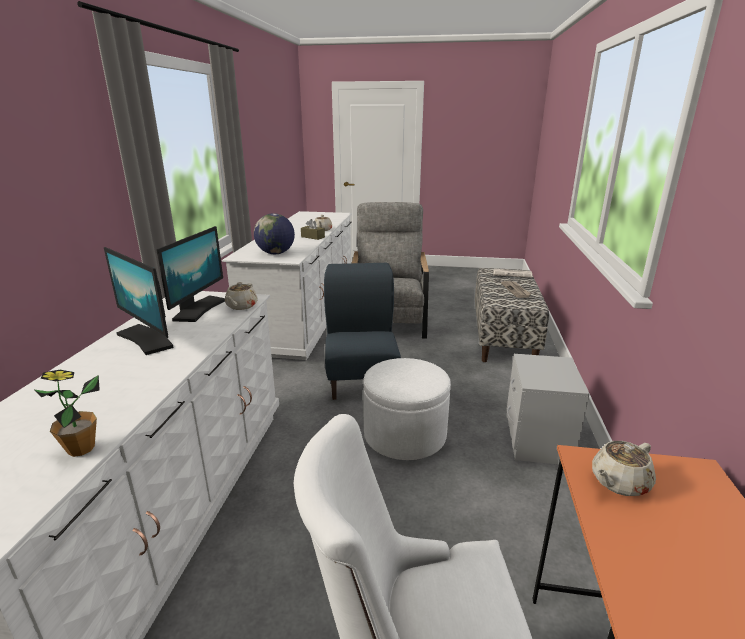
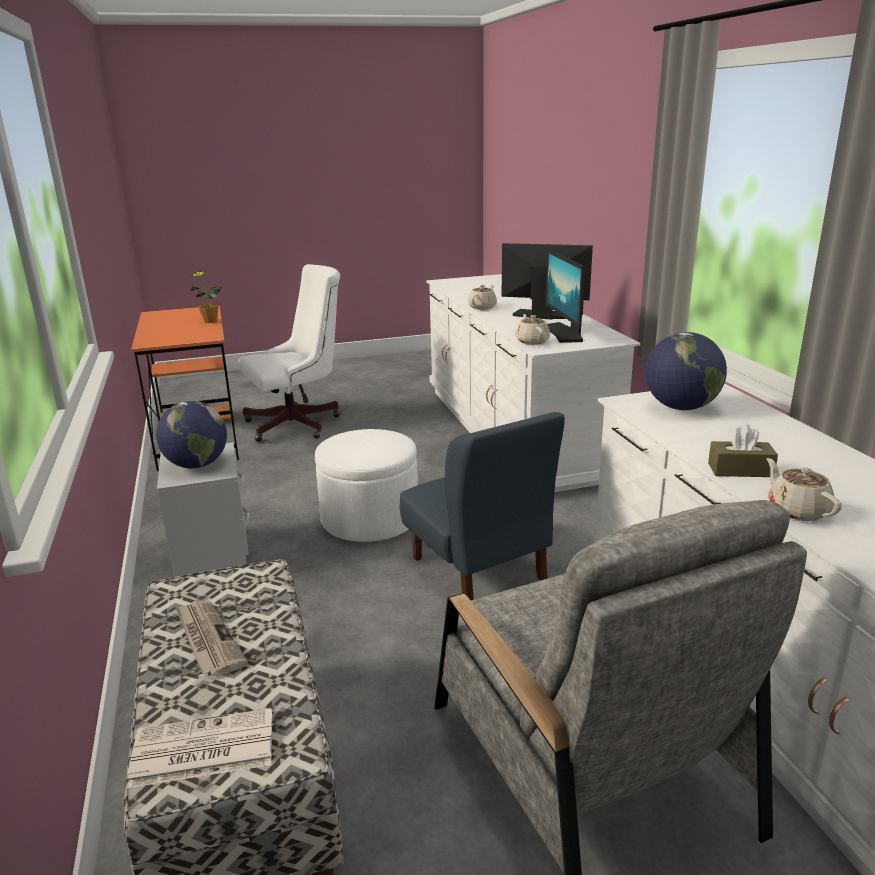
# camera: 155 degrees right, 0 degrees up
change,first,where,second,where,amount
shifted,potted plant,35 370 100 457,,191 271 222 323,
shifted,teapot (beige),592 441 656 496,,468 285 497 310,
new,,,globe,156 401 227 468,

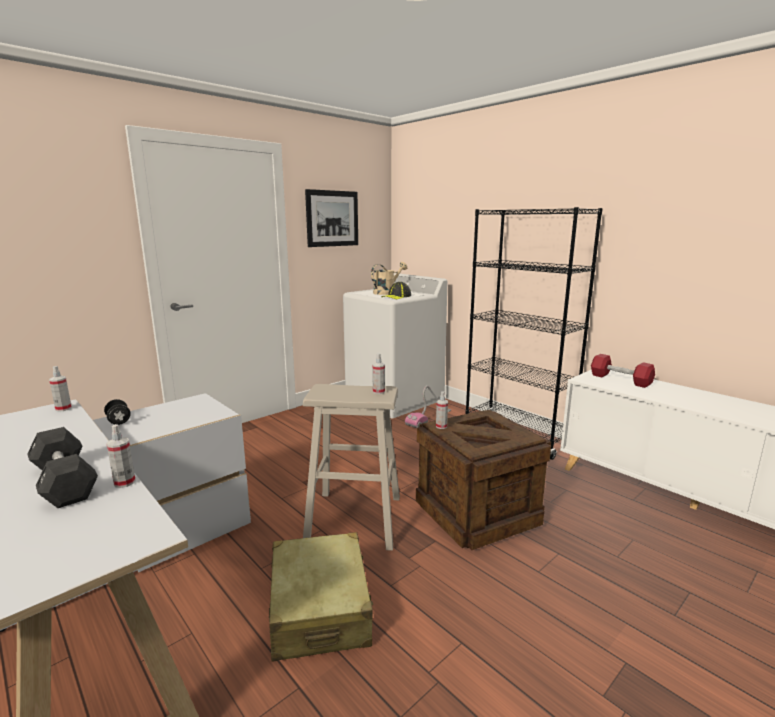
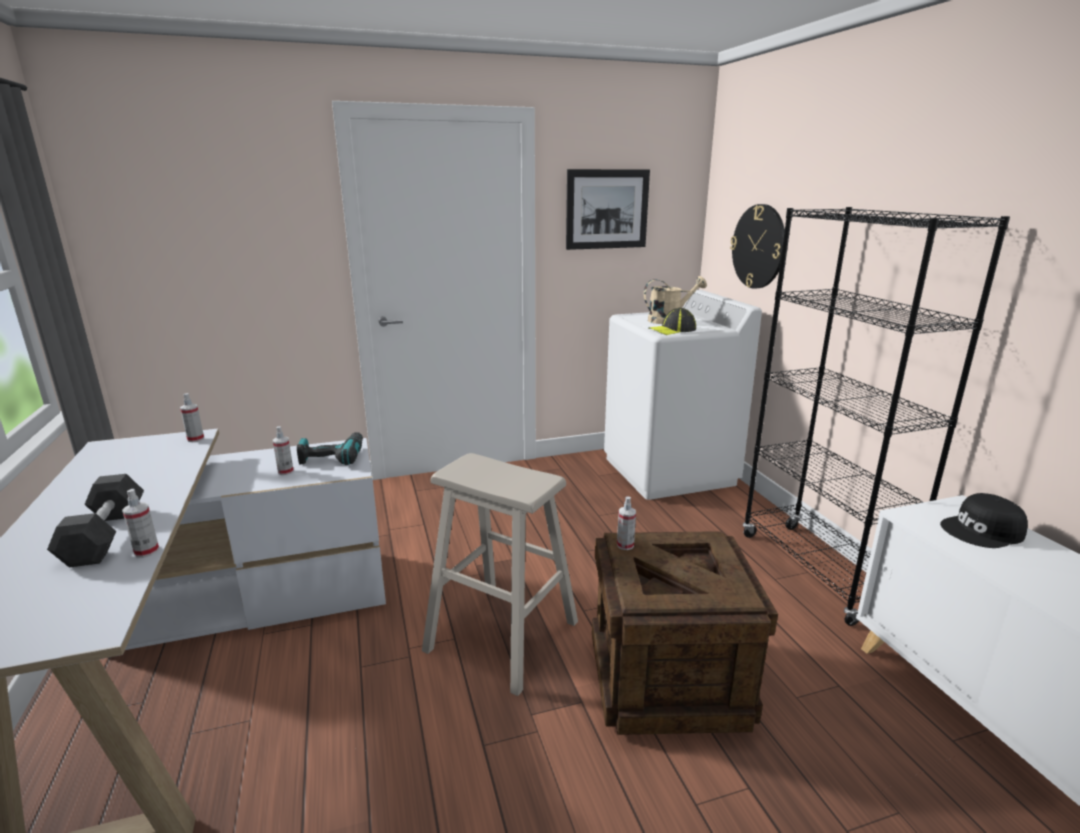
# camera: 25 degrees right, 5 degrees up
change,first,where,second,where,amount
shifted,spray bottle,372 353 385 394,,273 426 294 475,
swapped,dumbbell (red),591 354 655 388,cap (black),940 493 1028 548,
gone,vacuum cleaner,405 385 451 428,,,
gone,dumbbell (black),104 399 131 425,,,
gone,suitcase (beige),269 532 373 662,,,
new,,,wall clock,730 204 785 289,
new,,,power drill,297 432 363 465,

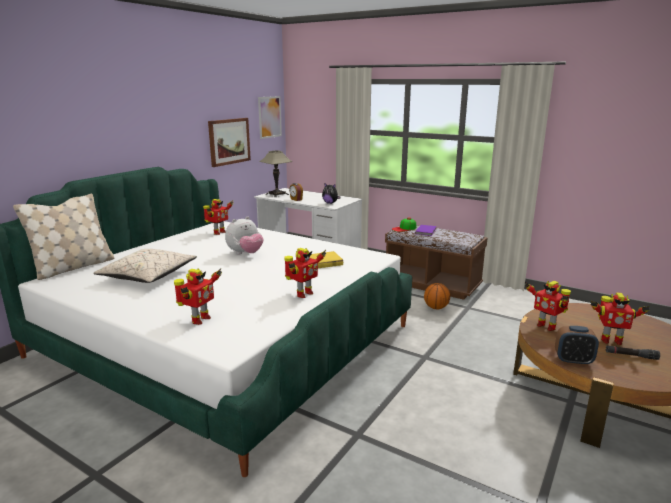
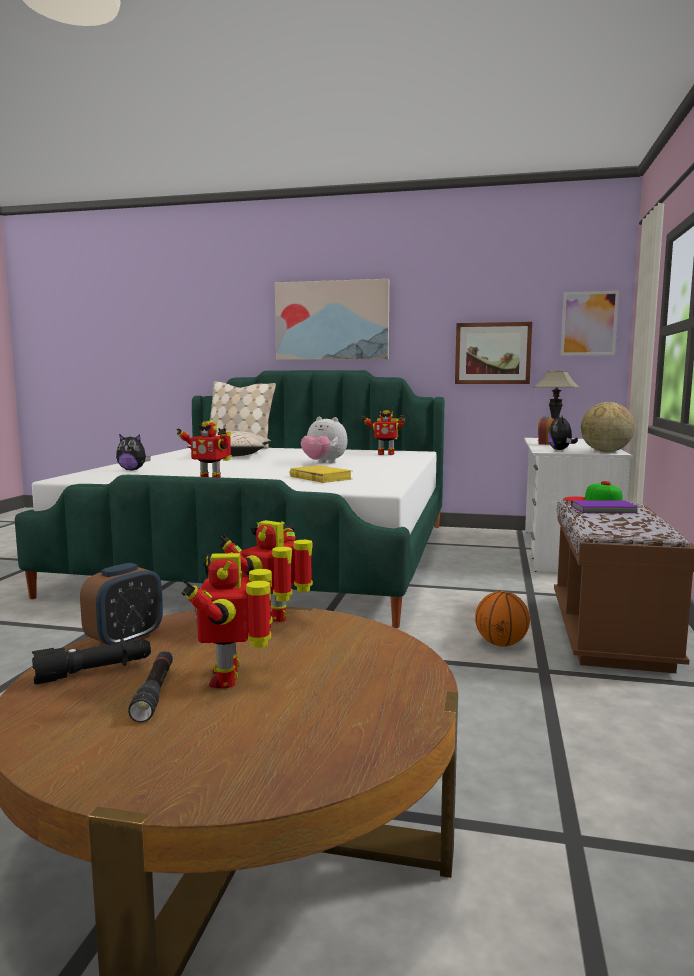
# camera: 70 degrees right, 10 degrees down
change,first,where,second,where,amount
swapped,toy robot,174 268 222 325,plush toy,116 434 151 471,
rotated,alarm clock,555 326 599 366,,80 563 163 645,135 degrees counterclockwise
new,,,picture,275 279 389 360,
new,,,globe,581 402 635 452,
new,,,flashlight (black),32 639 151 685,

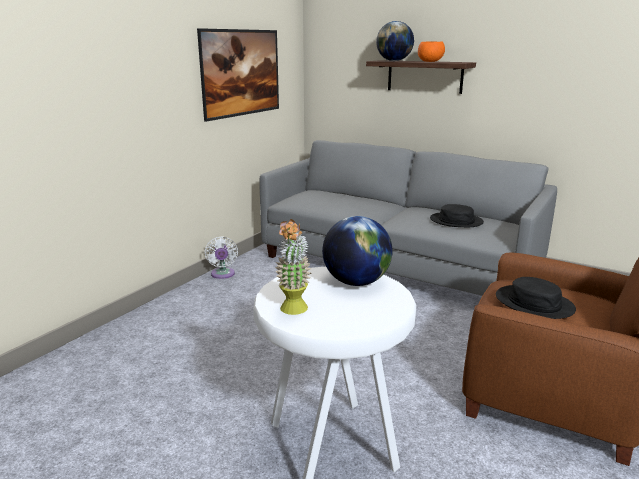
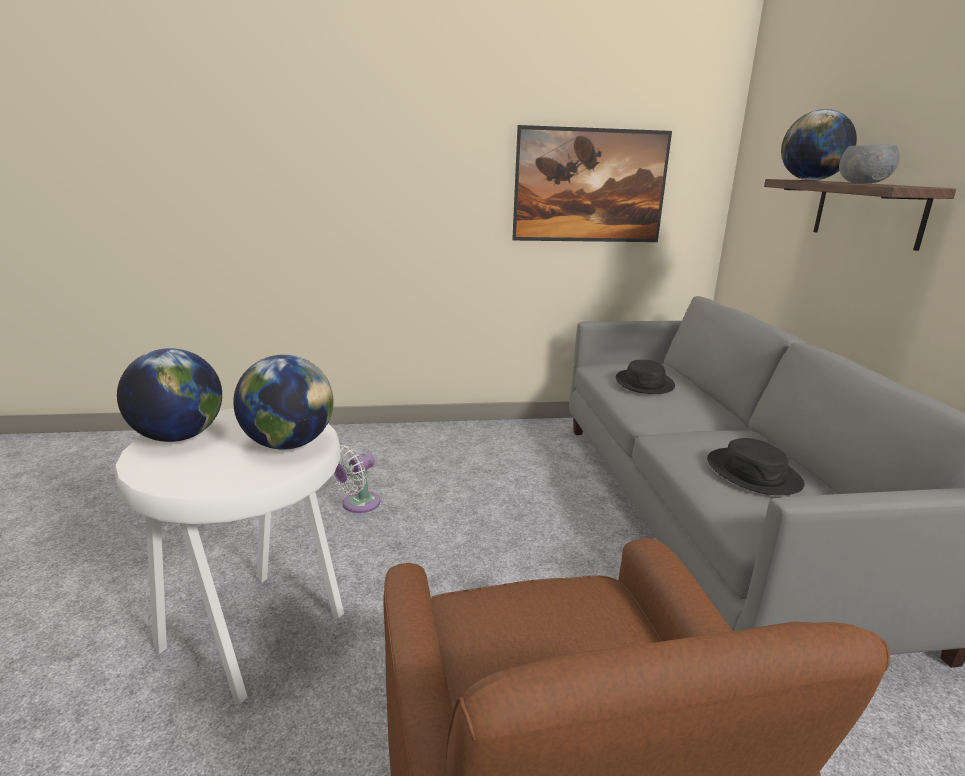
# camera: 50 degrees right, 0 degrees up
change,first,where,second,where,amount
repainted,bowl (orange),418 41 445 62,bowl (grey),839 145 900 183,
swapped,potted plant,275 219 312 315,globe,117 348 222 442,
shifted,fan (white),205 236 238 279,,330 445 380 513,
shifted,hat (black),496 277 576 319,,616 360 675 394,

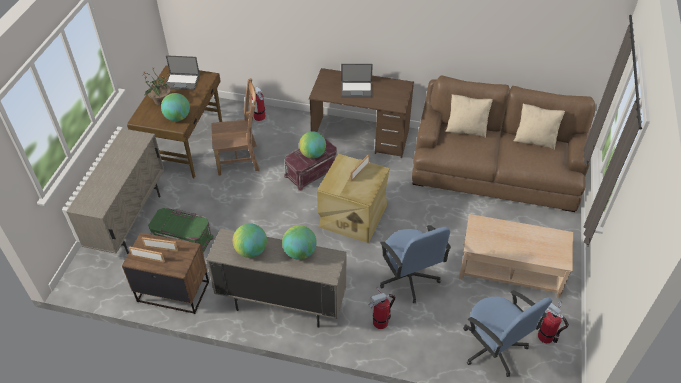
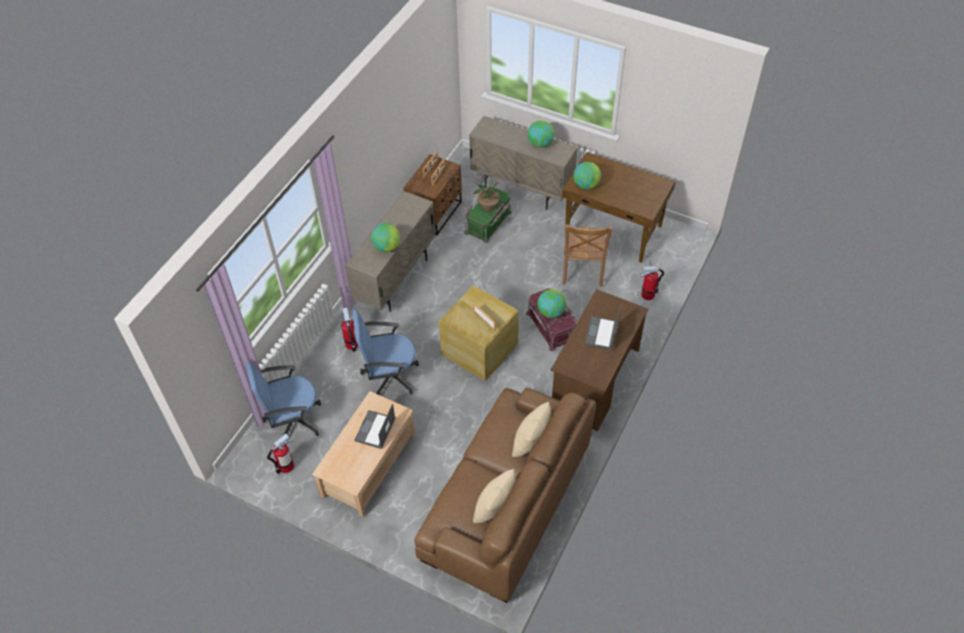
# camera: 105 degrees right, 5 degrees up
change,first,where,second,where,amount
shifted,laptop,165 55 200 90,,354 404 395 449,
shifted,potted plant,144 67 171 105,,473 175 502 211,
shifted,globe,233 223 267 258,,528 121 554 148,

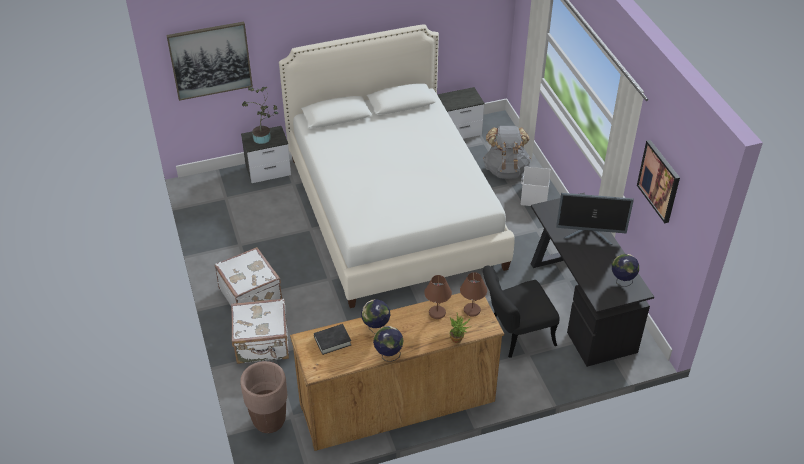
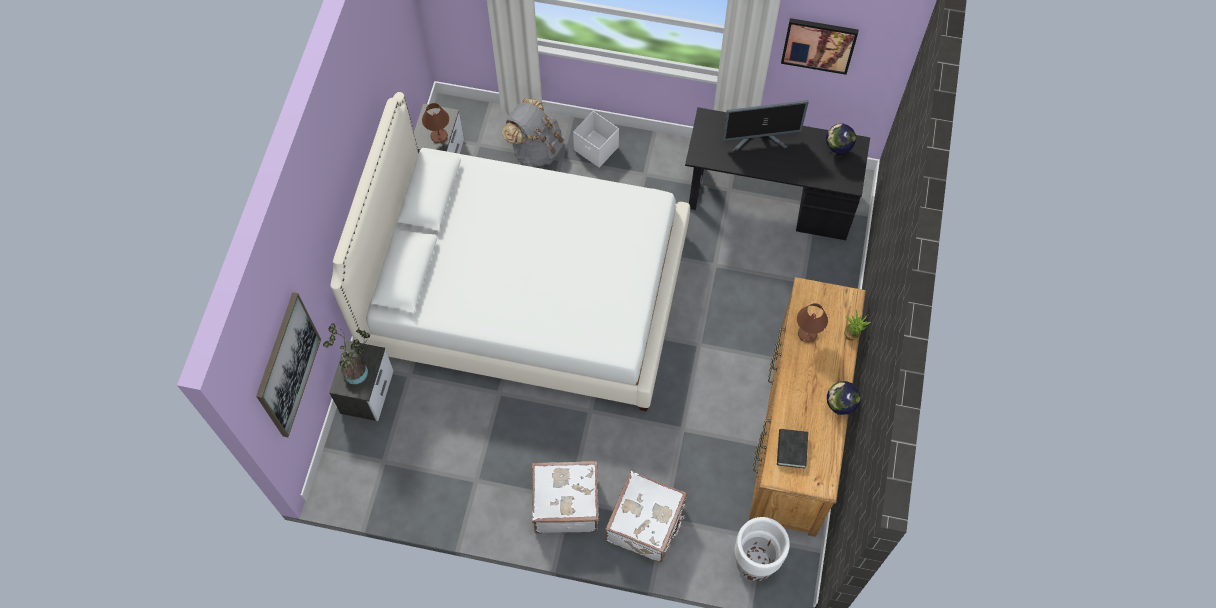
# camera: 60 degrees left, 20 degrees up
change,first,where,second,where,amount
rotated,monitor,556 193 634 245,,723 100 809 151,45 degrees clockwise
gone,chair (black),483 266 560 358,,,
shifted,table lamp (brown),460 272 487 317,,422 103 449 143,
gone,globe,361 299 390 334,,,
repainted,planter (brown),240 361 287 433,planter (white),735 517 790 581,

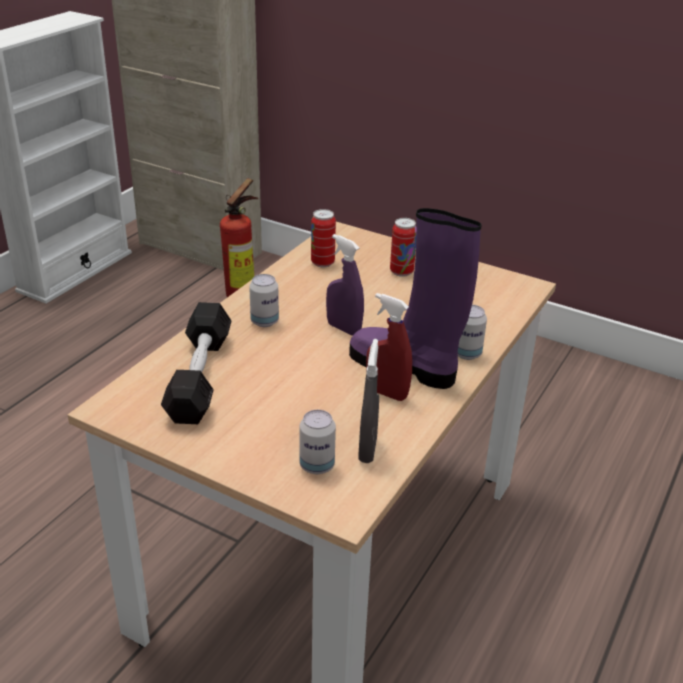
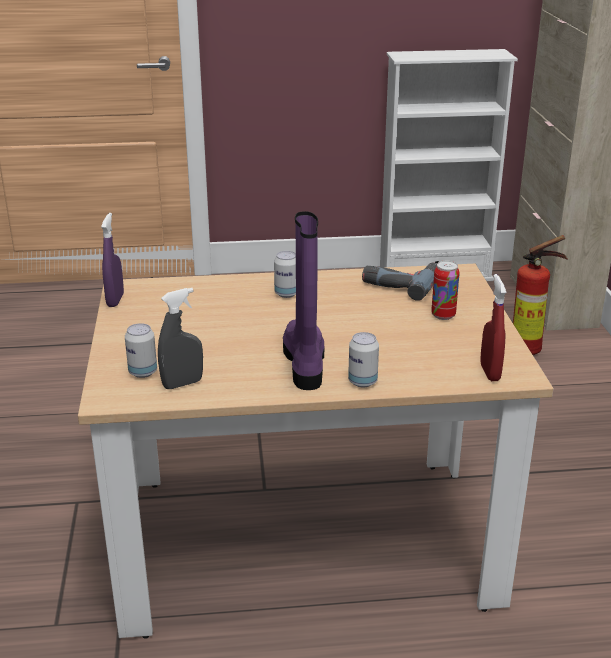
# camera: 55 degrees right, 5 degrees down
change,first,where,second,where,amount
swapped,can,311 209 336 268,power drill,362 262 437 301,
shifted,spray bottle (purple),326 234 364 336,,101 213 124 307,
shifted,spray bottle (red),366 293 412 401,,480 274 506 381,
gone,dumbbell (black),161 302 231 424,,,

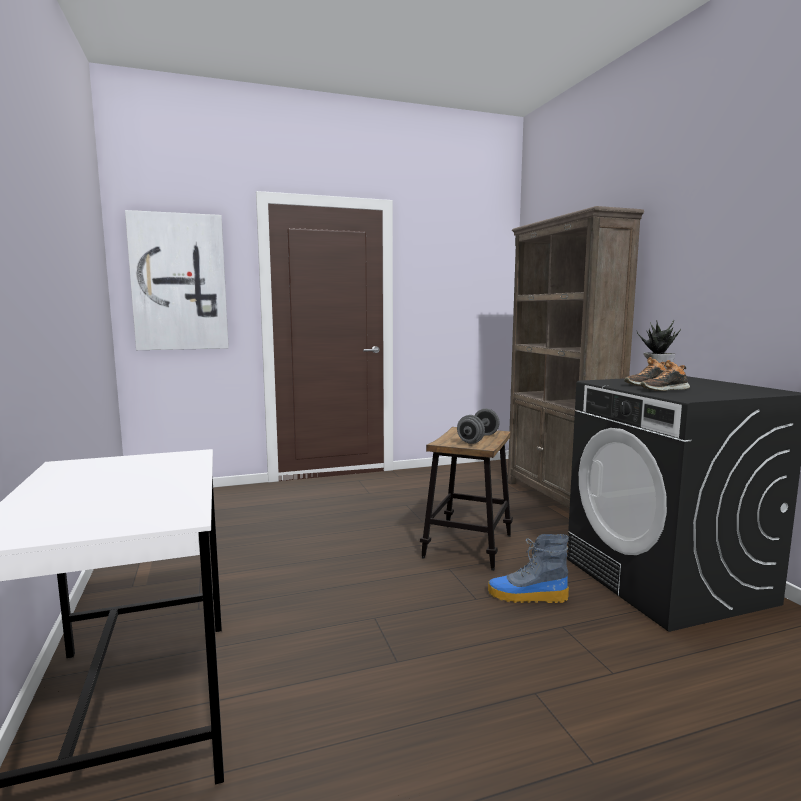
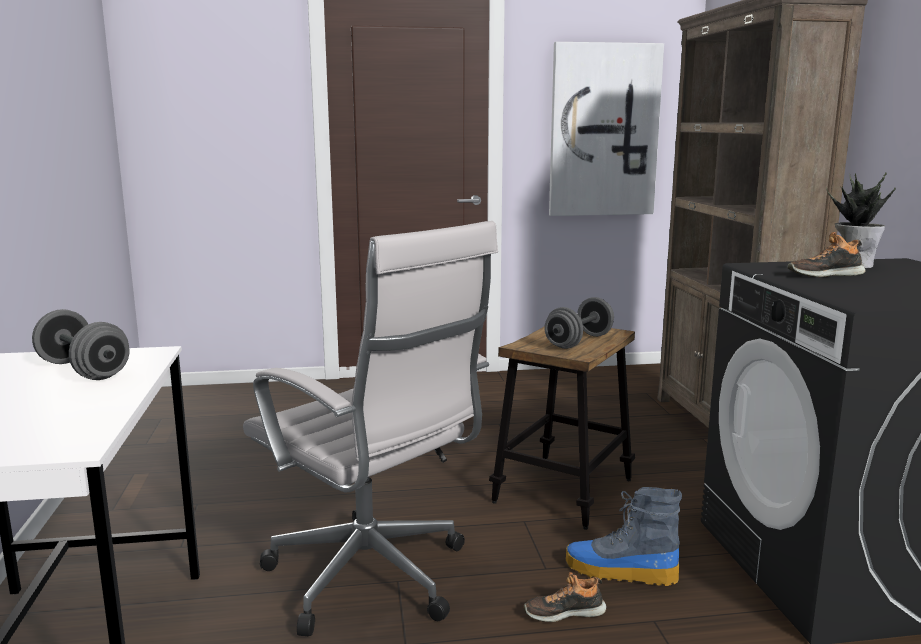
# camera: 10 degrees right, 5 degrees up
change,first,where,second,where,amount
shifted,picture,125 210 229 350,,549 42 664 216,
shifted,shoe,640 360 690 391,,524 572 606 622,
new,,,office chair (white),243 221 498 636,
new,,,dumbbell (grey),32 309 129 380,

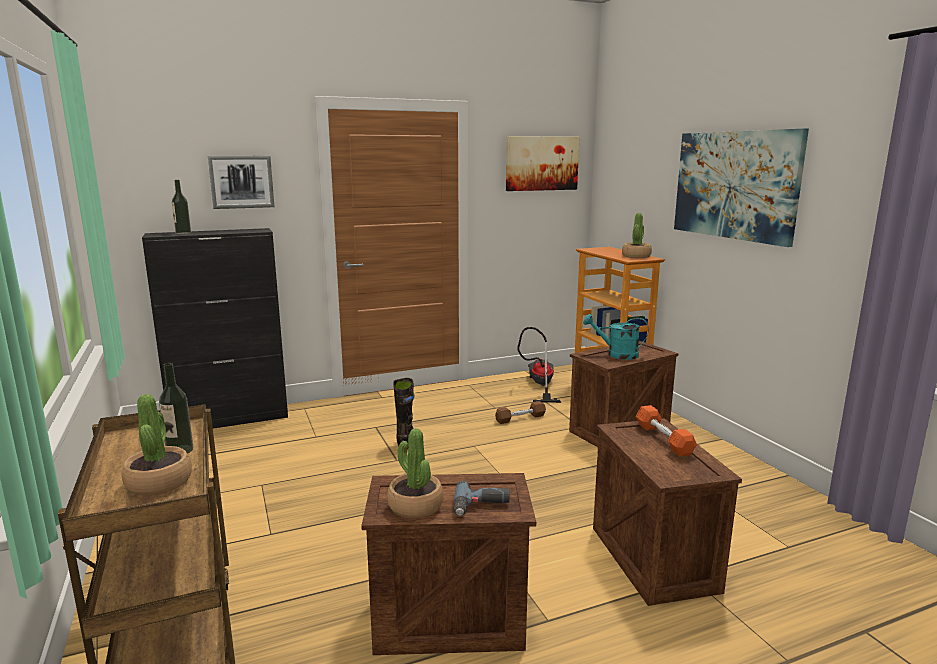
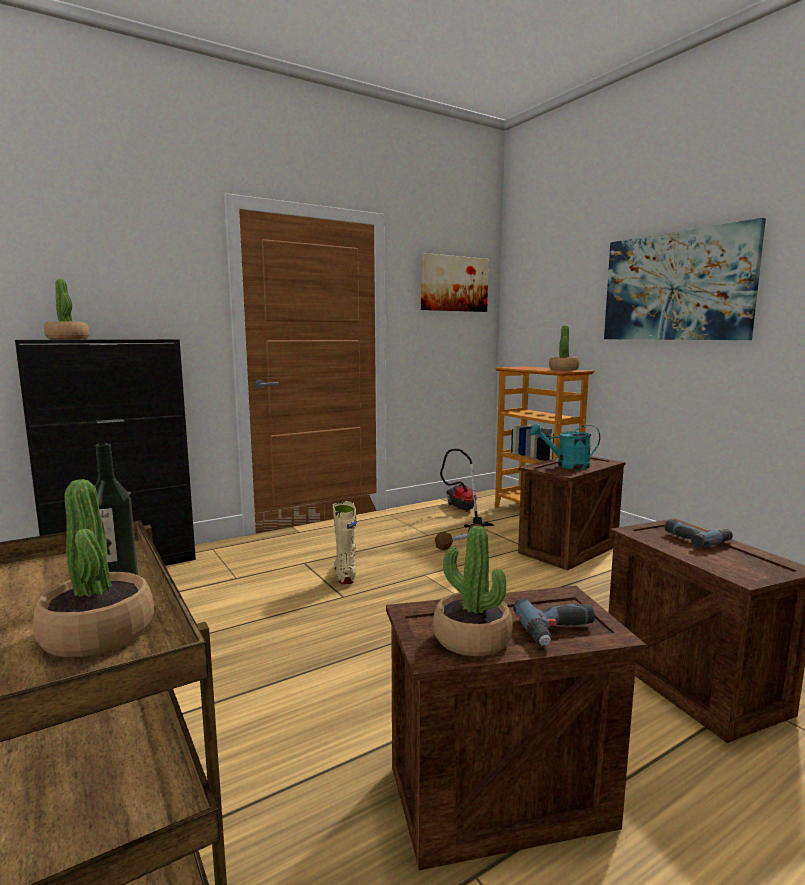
# camera: 10 degrees left, 5 degrees down
change,first,where,second,where,amount
gone,picture,208 156 274 209,,,
swapped,bottle,172 180 191 234,potted plant,44 279 89 339,
repainted,boot (black),393 378 414 449,boot (beige),332 501 357 584,
swapped,dumbbell (orange),636 405 697 457,power drill,664 519 733 548,

